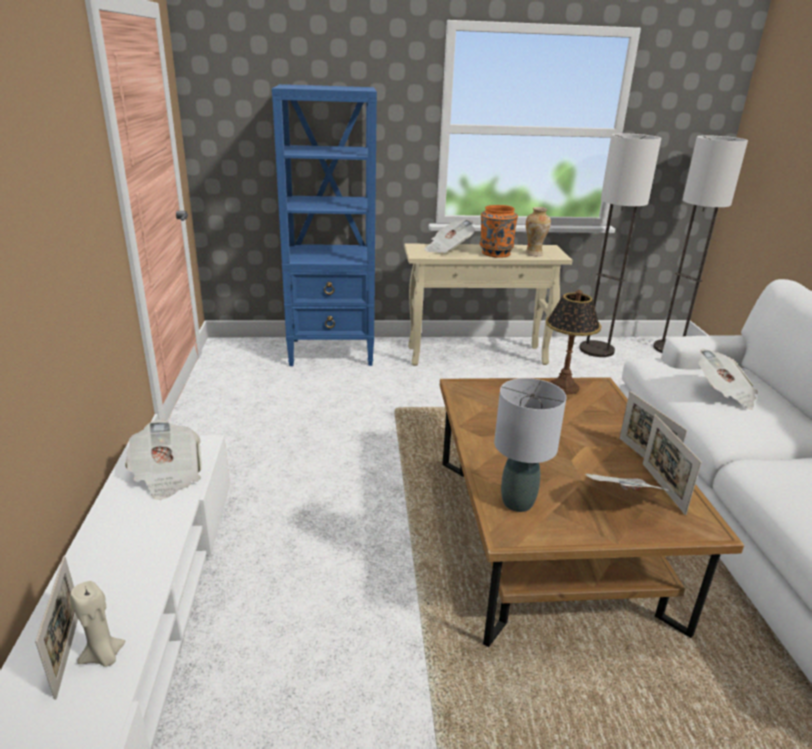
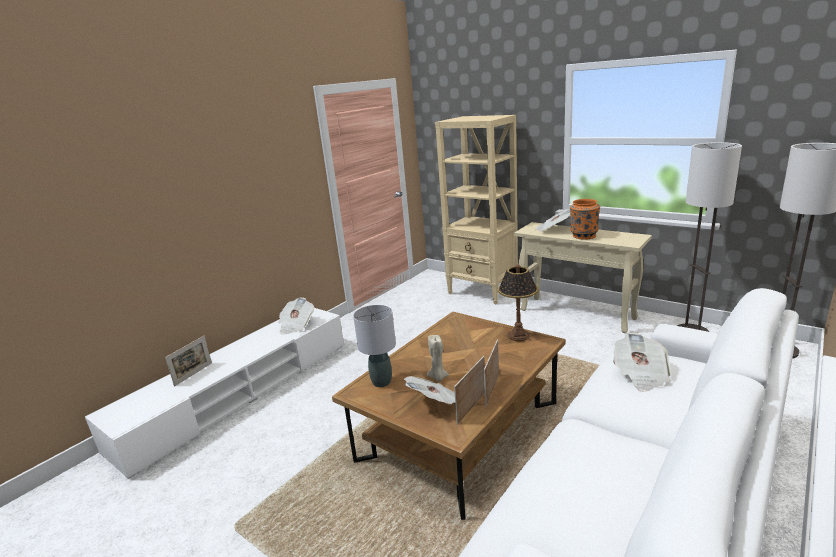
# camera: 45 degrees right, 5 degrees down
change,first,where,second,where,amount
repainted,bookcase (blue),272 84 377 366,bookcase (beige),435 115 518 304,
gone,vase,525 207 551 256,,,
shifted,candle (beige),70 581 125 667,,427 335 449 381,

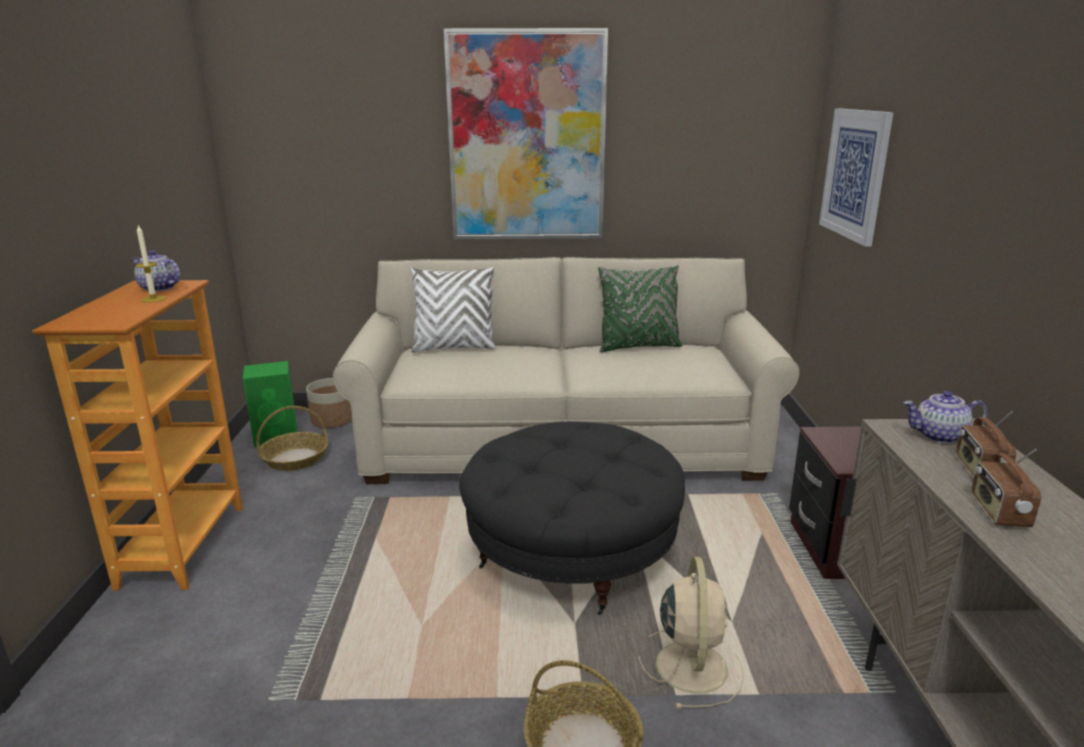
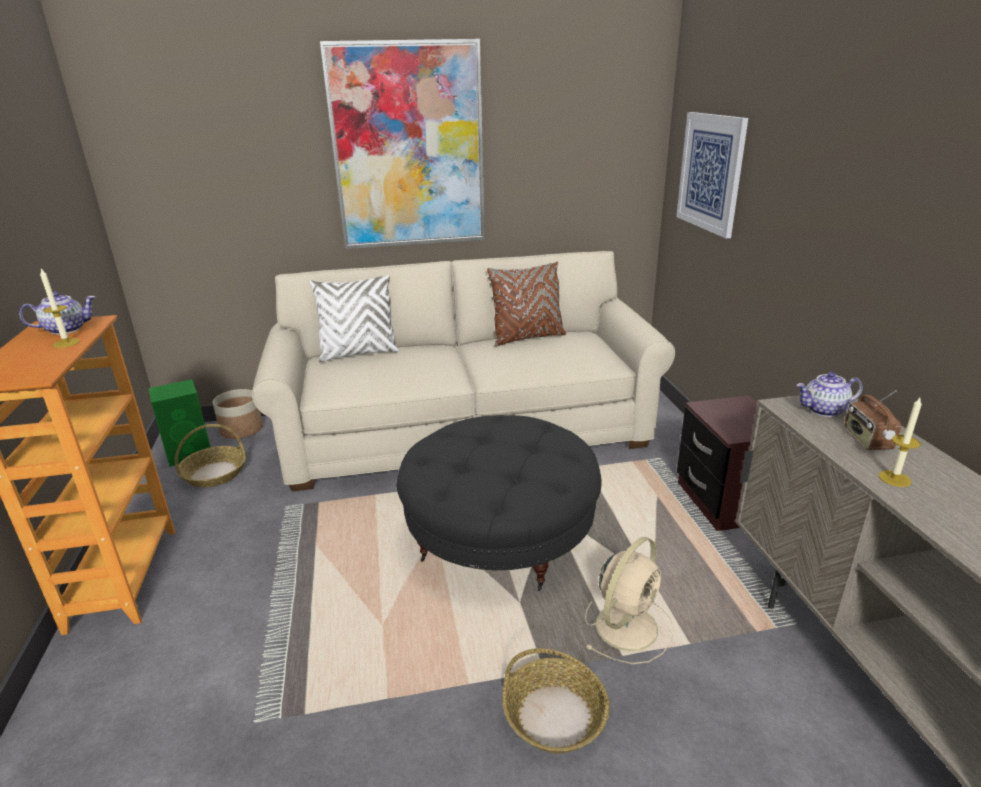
# camera: 10 degrees left, 5 degrees up
change,first,where,second,where,amount
rotated,teapot,131 251 180 292,,19 292 95 335,135 degrees clockwise
repainted,pillow (green),598 265 682 352,pillow (brown),487 261 566 346,
swapped,radio,971 449 1041 527,candle,879 396 922 487,
rotated,fan (beige),639 557 744 709,,585 537 673 664,45 degrees clockwise

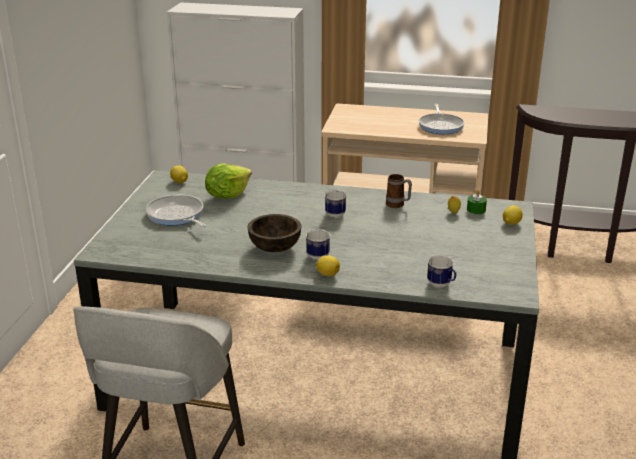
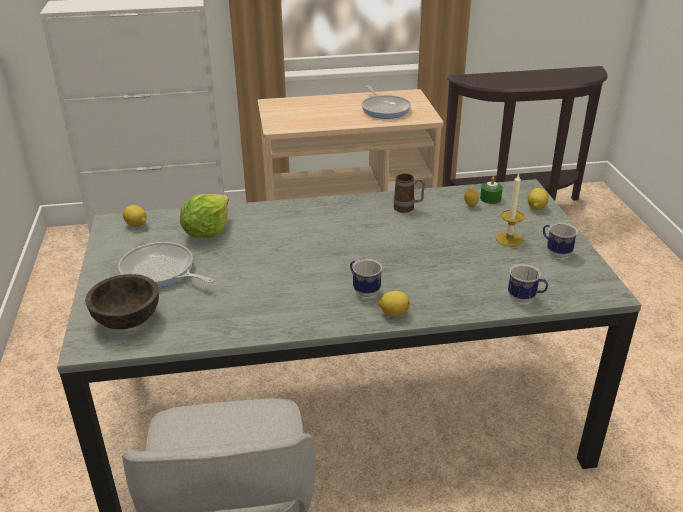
# camera: 20 degrees left, 5 degrees up
change,first,where,second,where,amount
shifted,mug,325 190 347 218,,543 223 578 258,
shifted,bowl (brown),247 214 302 252,,85 274 159 329,
new,,,candle,496 173 525 246,

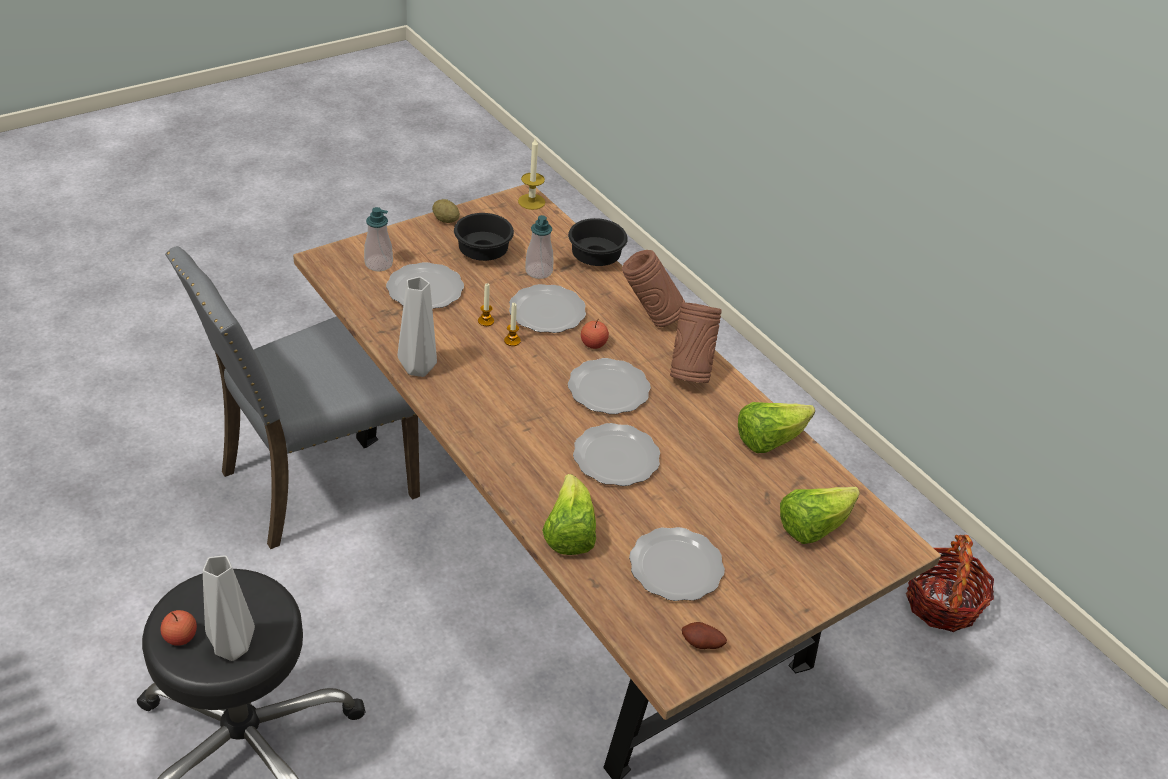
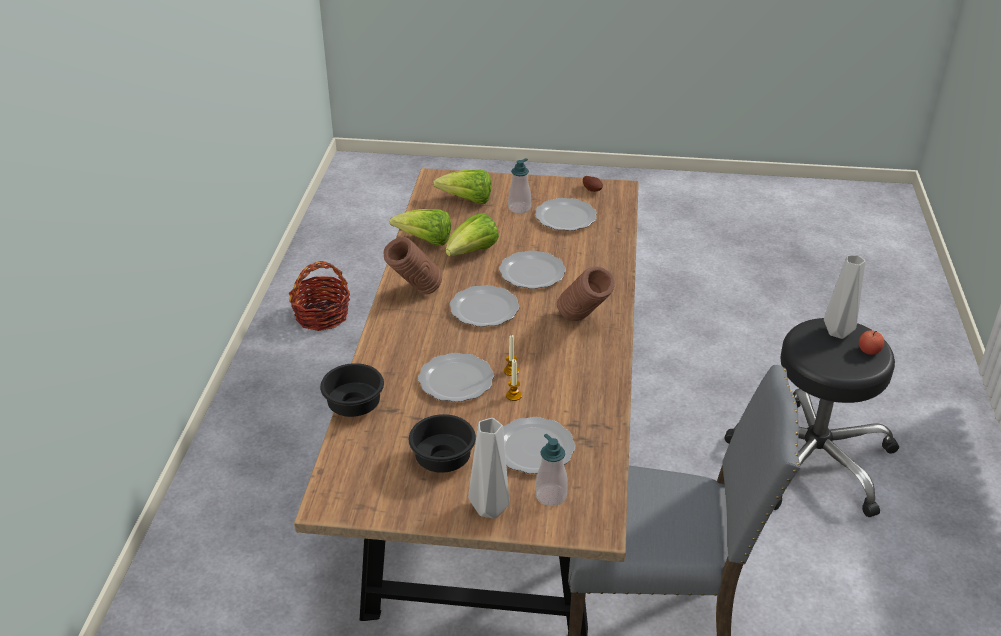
# camera: 135 degrees left, 5 degrees down
change,first,where,second,where,amount
gone,candle,518 137 545 210,,,
gone,potato,432 199 460 223,,,
shifted,soap dispenser,525 215 553 279,,508 158 531 214,
shifted,vase (brown),622 250 686 327,,557 266 615 321,
shifted,vase (grey),398 277 437 377,,468 418 509 519,
gone,apple,581 319 609 349,,,
shifted,lettuce,542 474 596 555,,446 213 499 256,

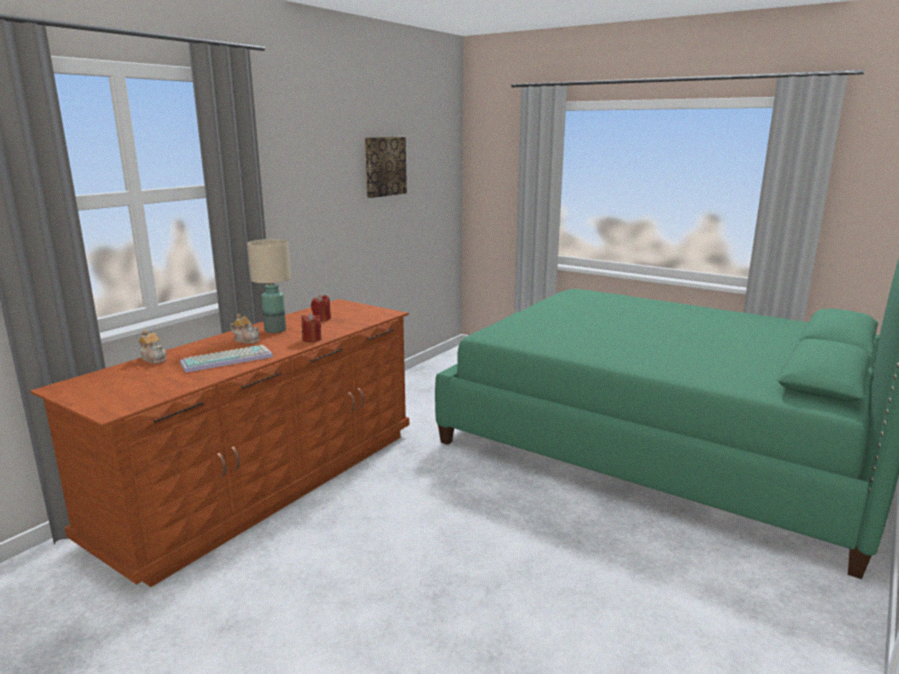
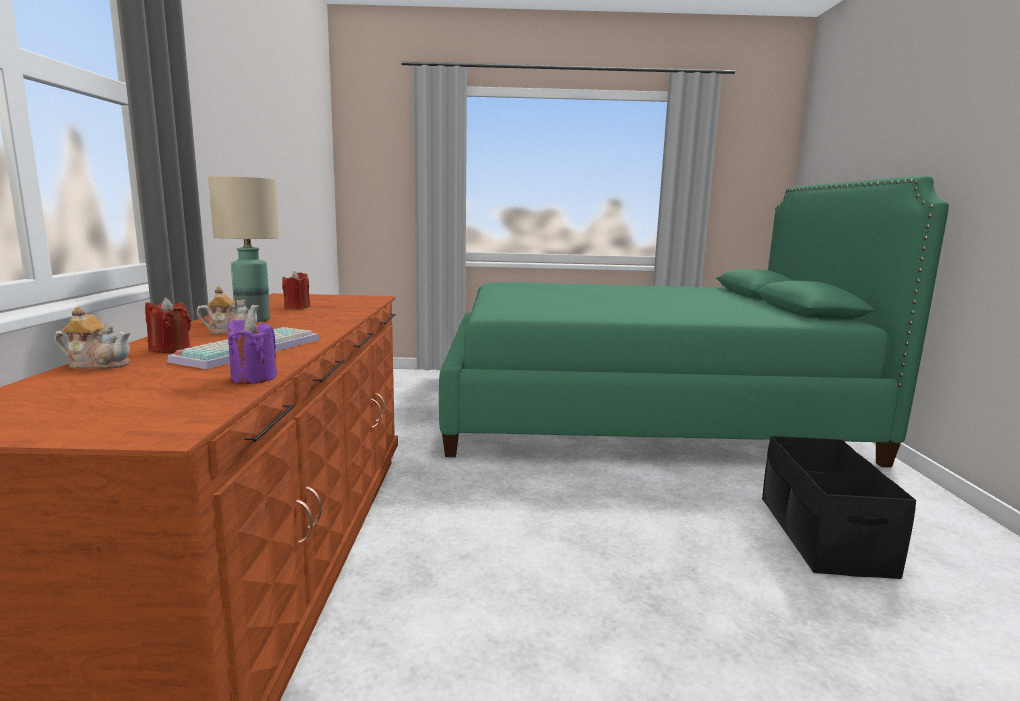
# camera: 35 degrees left, 5 degrees down
change,first,where,second,where,amount
gone,picture,365 137 407 198,,,
shifted,candle (red),301 313 322 342,,145 297 191 353,
new,,,candle (purple),227 317 277 384,
new,,,storage box (black),762 436 916 579,

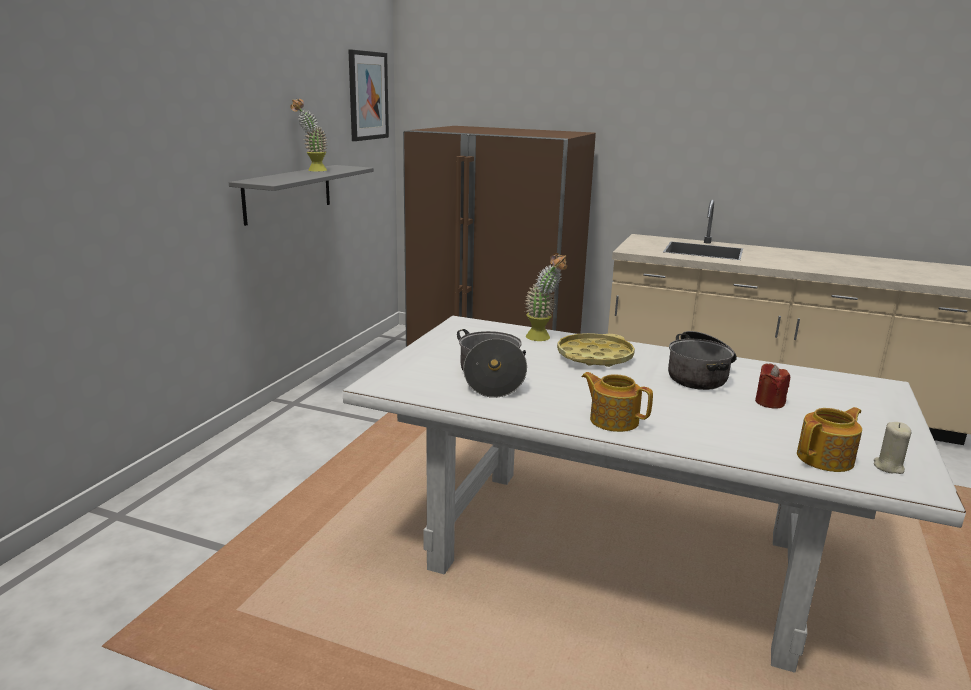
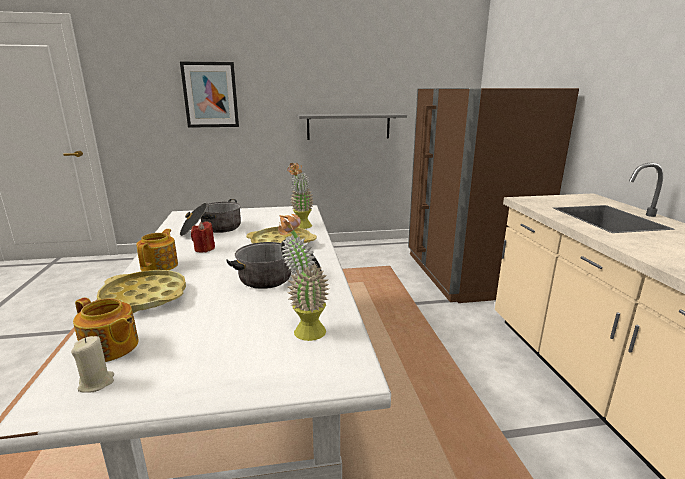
# camera: 60 degrees right, 0 degrees up
change,first,where,second,where,amount
shifted,picture,348 50 389 141,,180 62 239 128,
shifted,potted plant,290 99 327 171,,278 214 329 341,
shifted,candle (red),755 363 790 409,,191 221 215 252,
new,,,tray (yellow),97 270 186 313,

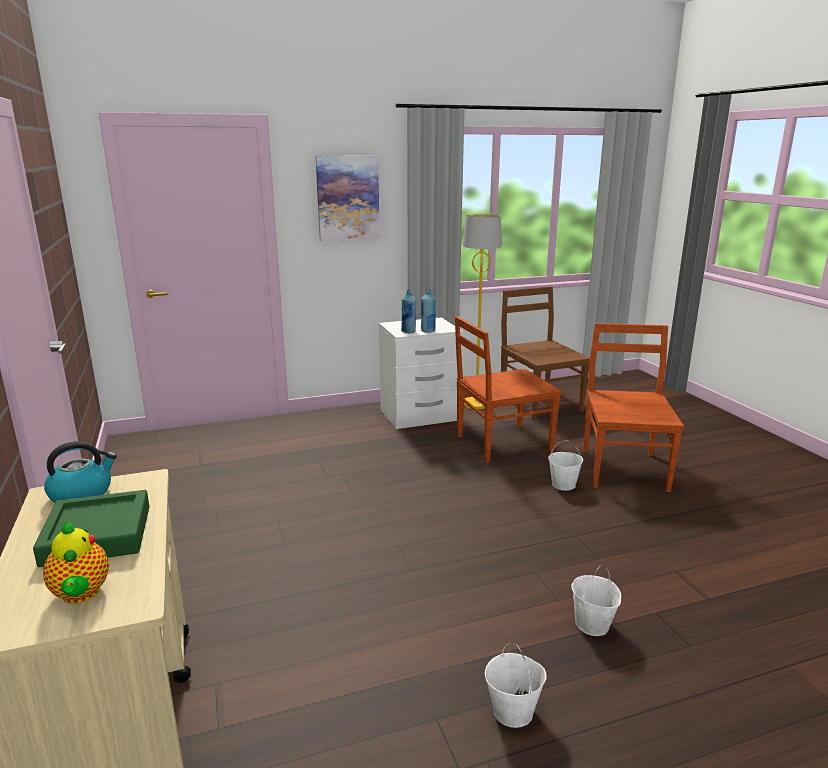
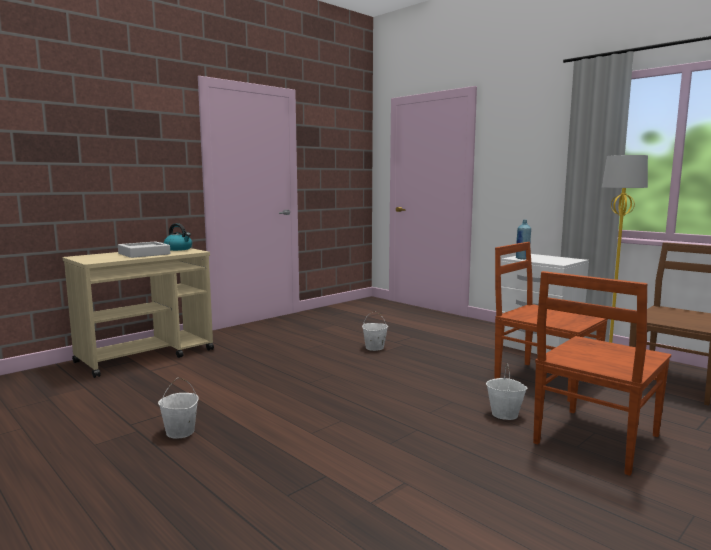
# camera: 65 degrees right, 10 degrees down
change,first,where,second,where,amount
gone,picture,316 155 380 242,,,
gone,bottle (blue),421 289 436 333,,,
rotated,chair (brown),583 323 684 492,,533 271 671 476,150 degrees clockwise
repainted,tray (green),33 490 149 567,tray (grey),118 241 171 258,
gone,teapot,43 521 109 604,,,
shifted,bucket (white),571 566 621 636,,362 311 388 351,

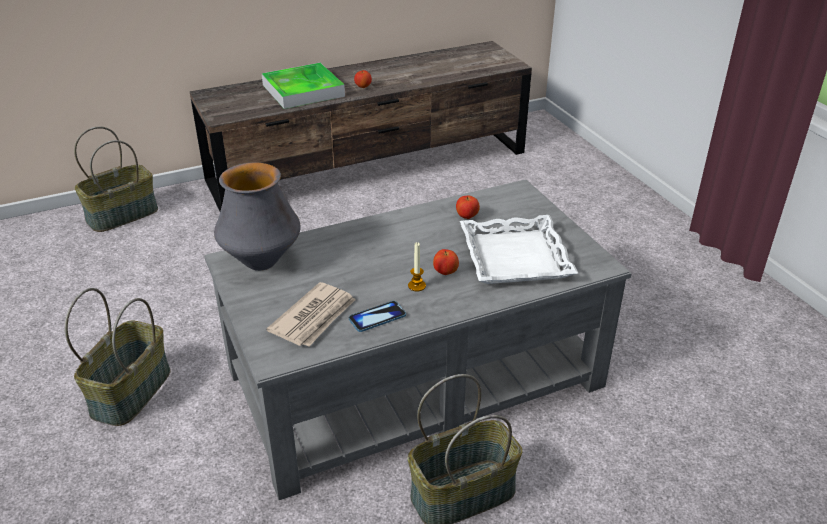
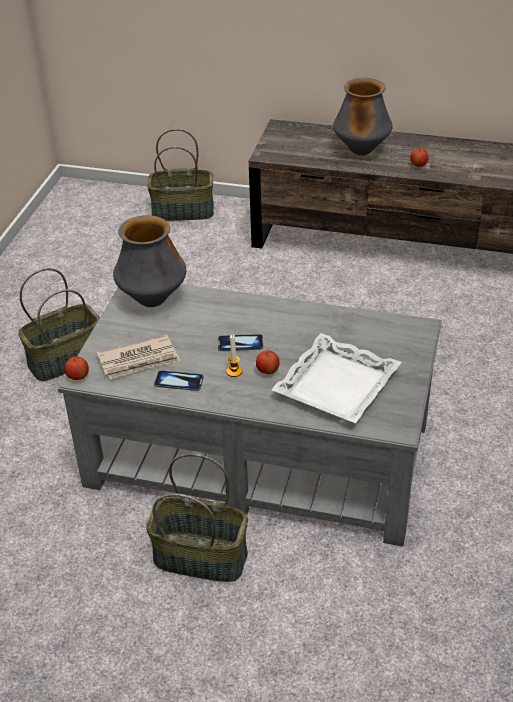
# camera: 40 degrees right, 5 degrees up
change,first,where,second,where,amount
swapped,tray,262 63 345 109,vase,333 78 393 155,
shifted,apple,456 196 480 219,,65 356 89 380,
new,,,phone,218 334 263 351,

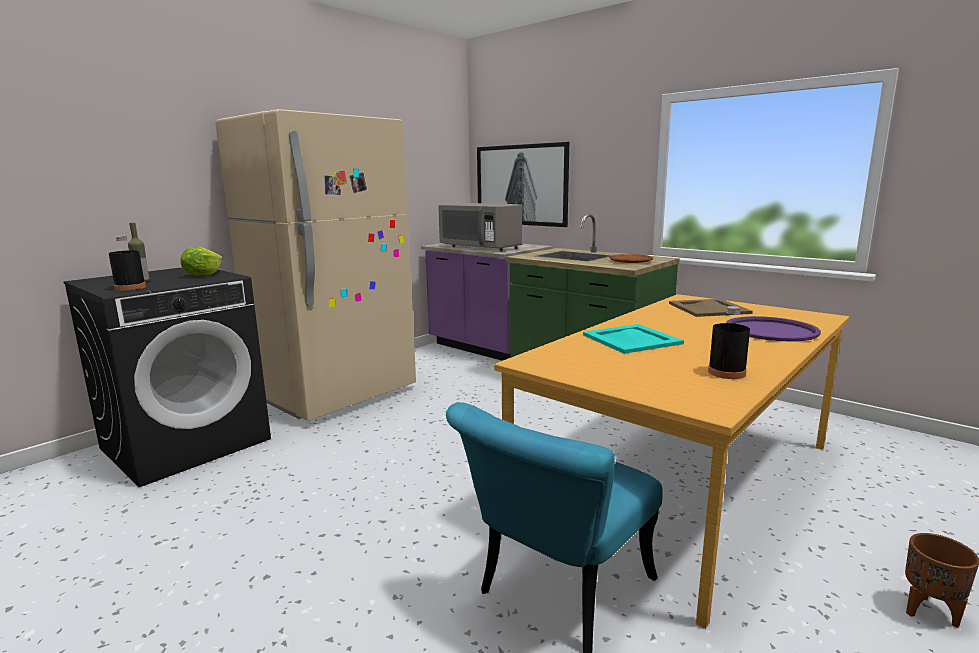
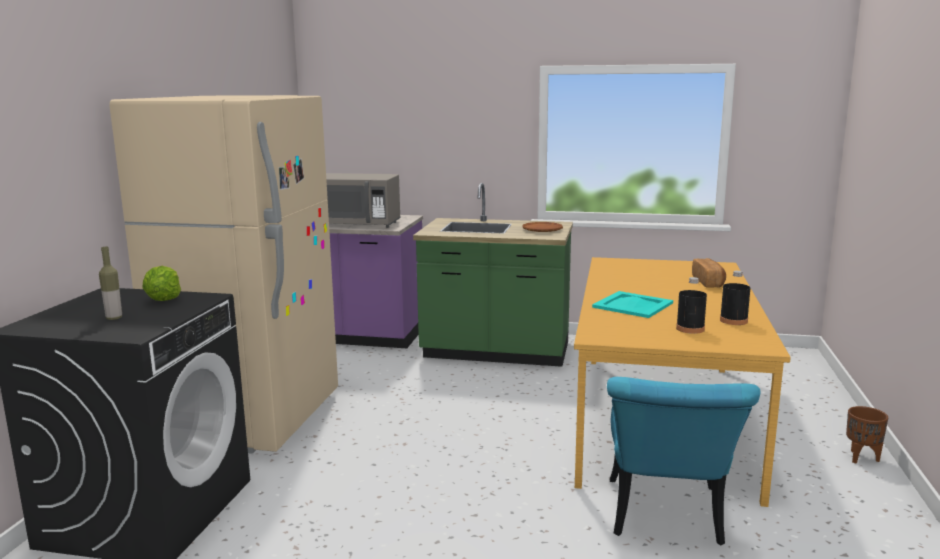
# camera: 30 degrees left, 0 degrees up
change,first,where,second,where,amount
gone,picture,477 142 569 227,,,
shifted,bottle (black),109 236 146 291,,676 277 707 334,
gone,tray (beige),669 299 753 317,,,
swapped,tray (purple),726 316 821 342,bread,692 258 726 288,

